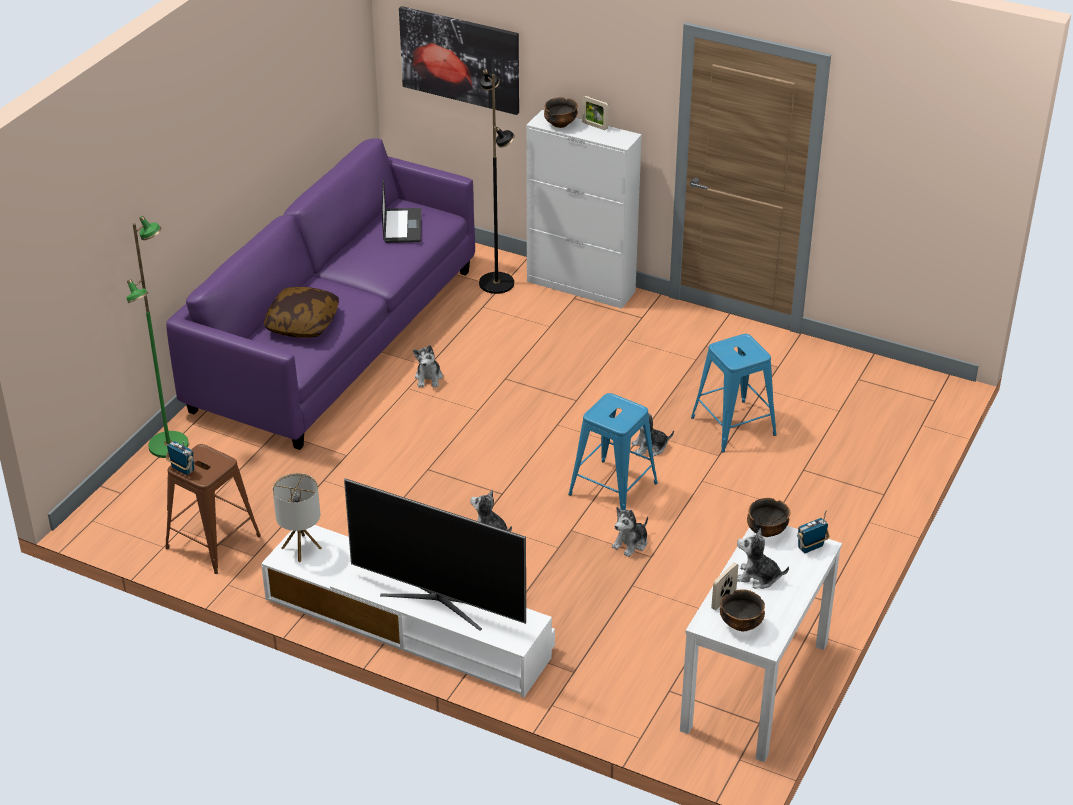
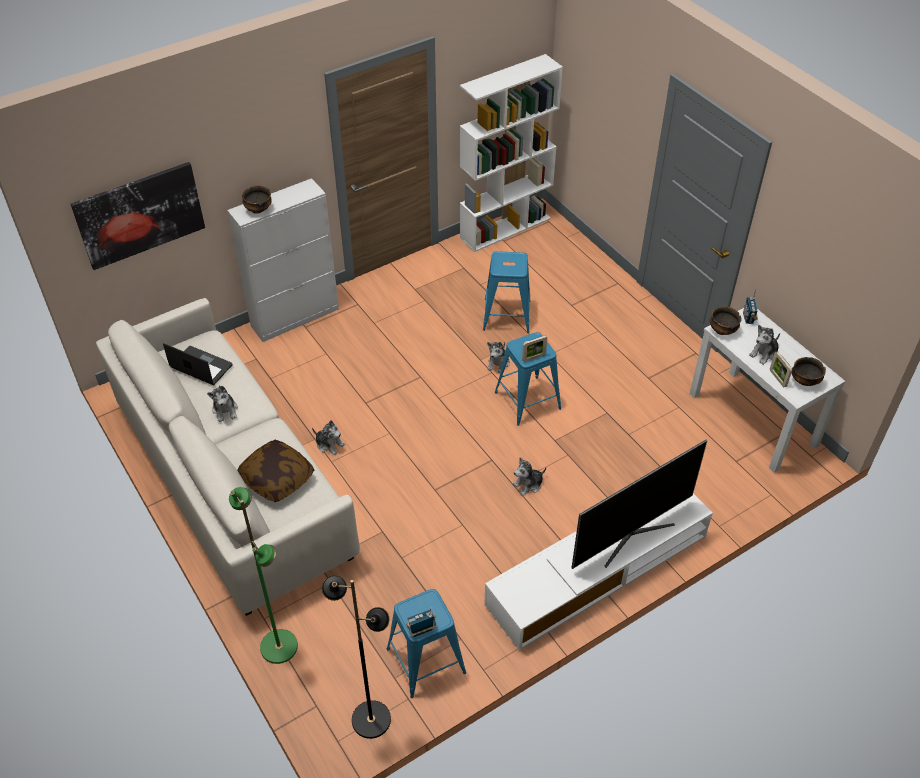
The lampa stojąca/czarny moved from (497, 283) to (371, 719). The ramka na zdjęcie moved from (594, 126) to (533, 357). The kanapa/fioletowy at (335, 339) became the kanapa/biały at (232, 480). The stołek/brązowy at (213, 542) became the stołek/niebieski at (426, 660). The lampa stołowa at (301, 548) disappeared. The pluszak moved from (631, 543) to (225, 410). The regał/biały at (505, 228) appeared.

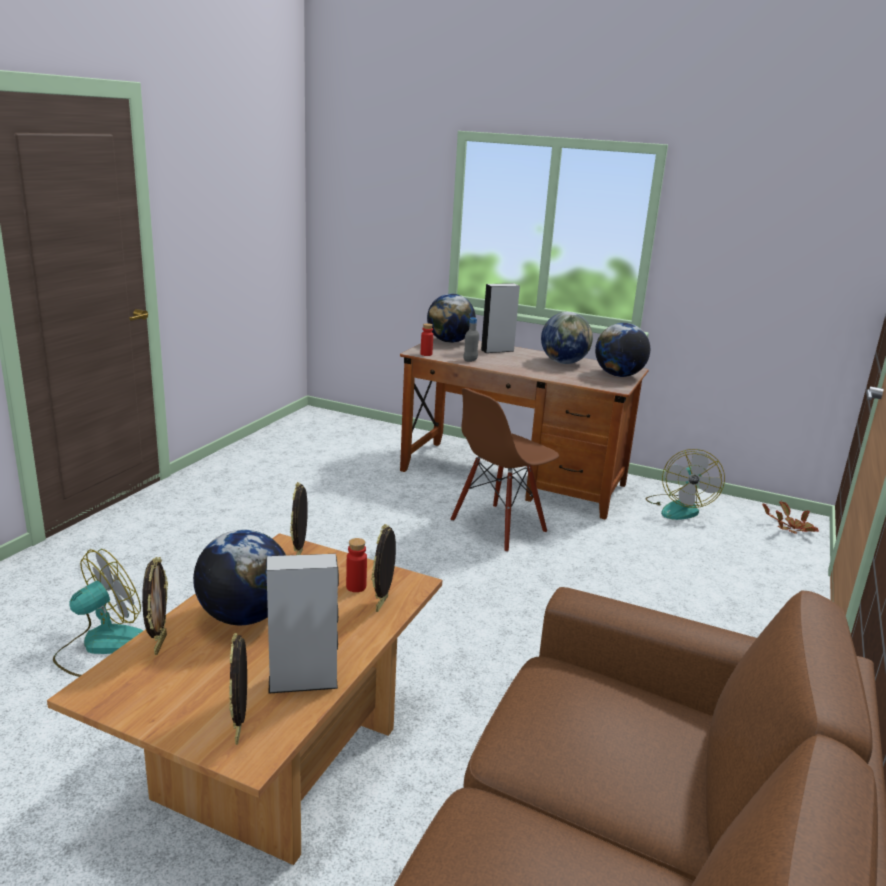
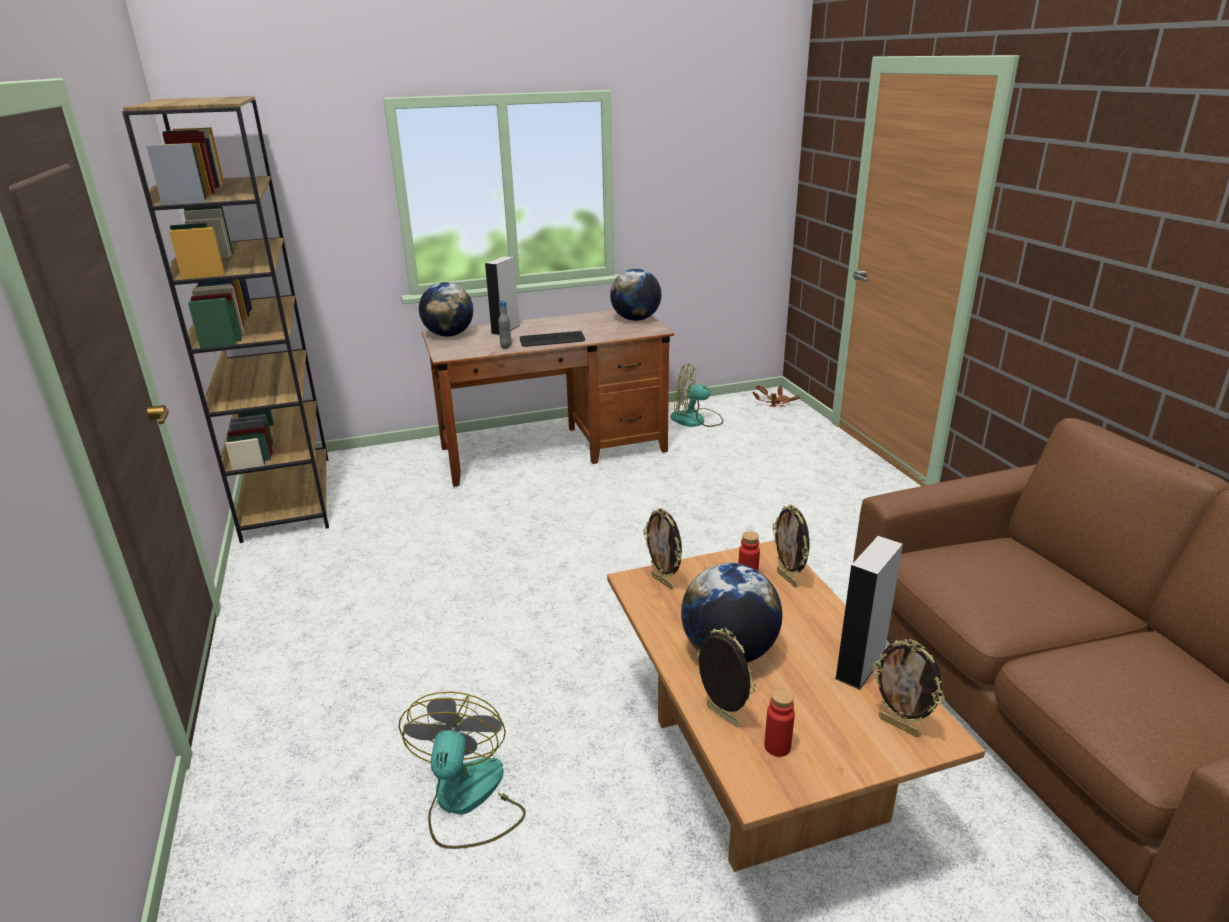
The globus at (564, 362) disappeared. The butelka/czerwony moved from (426, 354) to (777, 746). The krzesło/brązowy at (498, 527) disappeared. The wentylator at (679, 508) turned 120 degrees clockwise. The regał/brązowy at (287, 497) appeared. The klawiatura at (552, 340) appeared.

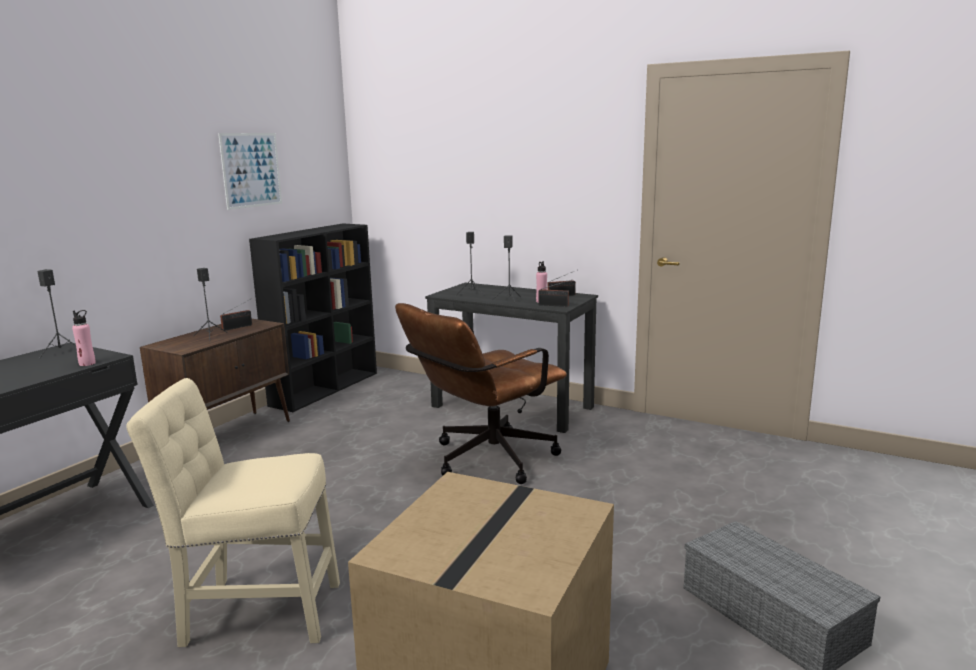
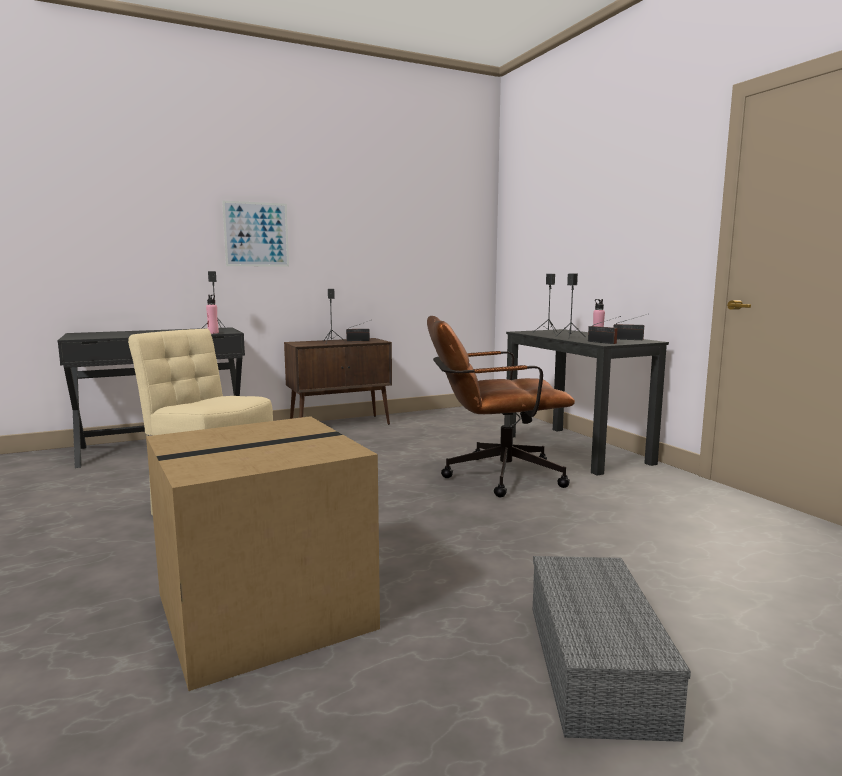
The obraz moved from (251, 170) to (256, 234). The regał/czarny at (326, 388) disappeared.

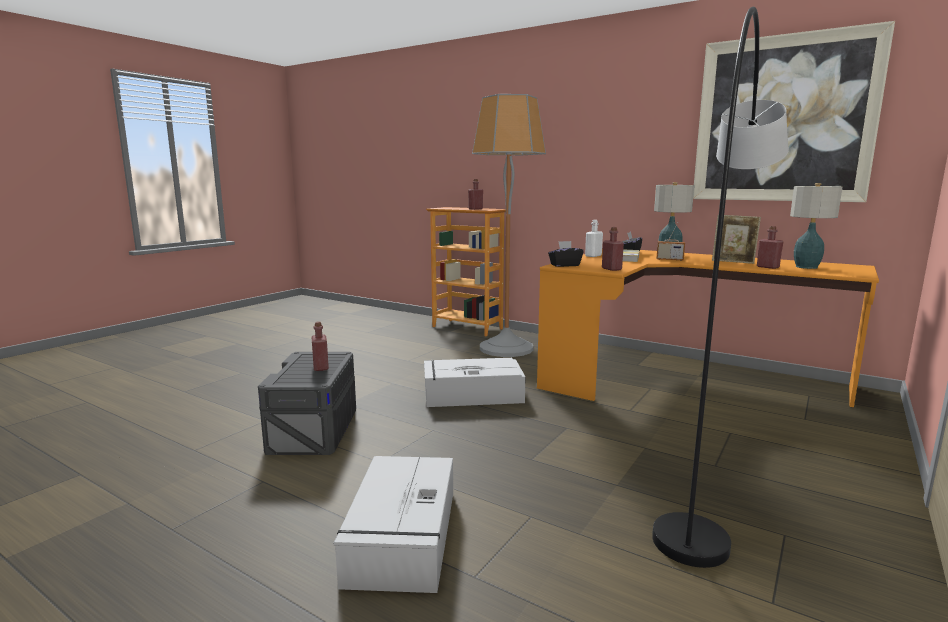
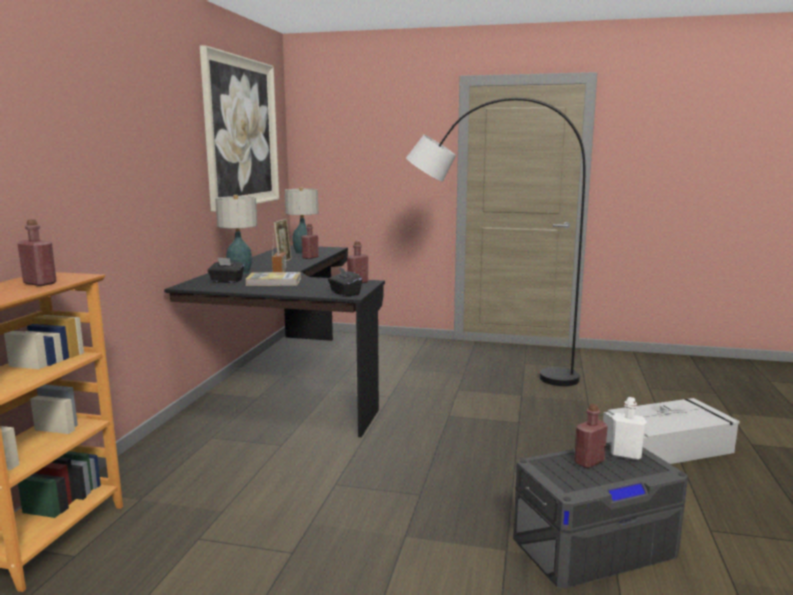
The lampa stojąca at (506, 348) disappeared. The butelka/biały moved from (593, 256) to (626, 454). The biurko/pomarańczowy at (679, 376) became the biurko/czarny at (288, 381). The pojemnik do przechowywania/szary at (471, 394) disappeared.

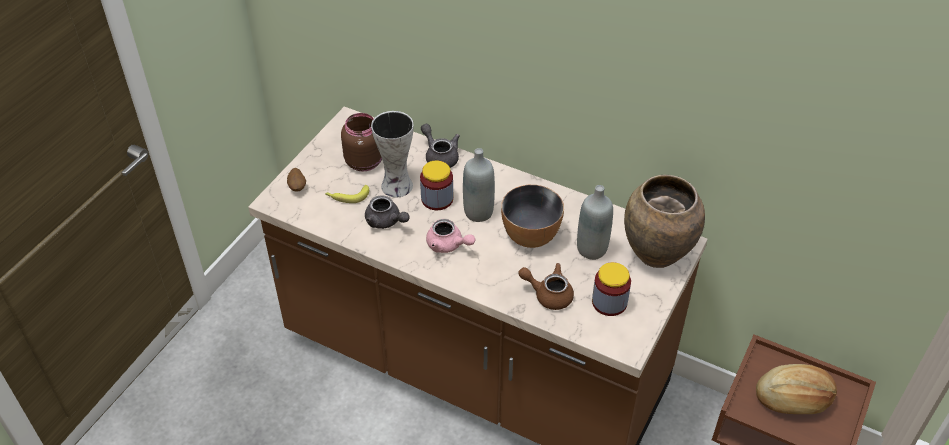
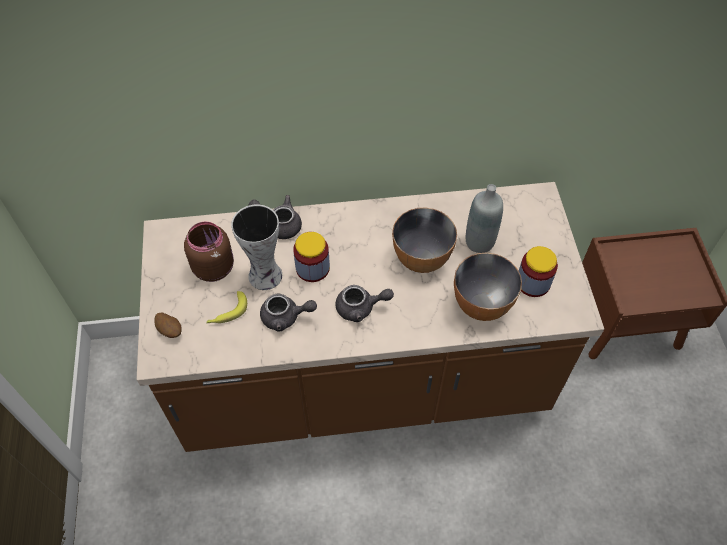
The butelka/szary at (478, 212) disappeared. The wazon/brązowy at (656, 254) disappeared. The imbryk/różowy at (448, 245) became the imbryk/szary at (360, 308). The imbryk/brązowy at (548, 294) was replaced by the miska at (481, 304). The chleb at (793, 399) disappeared.

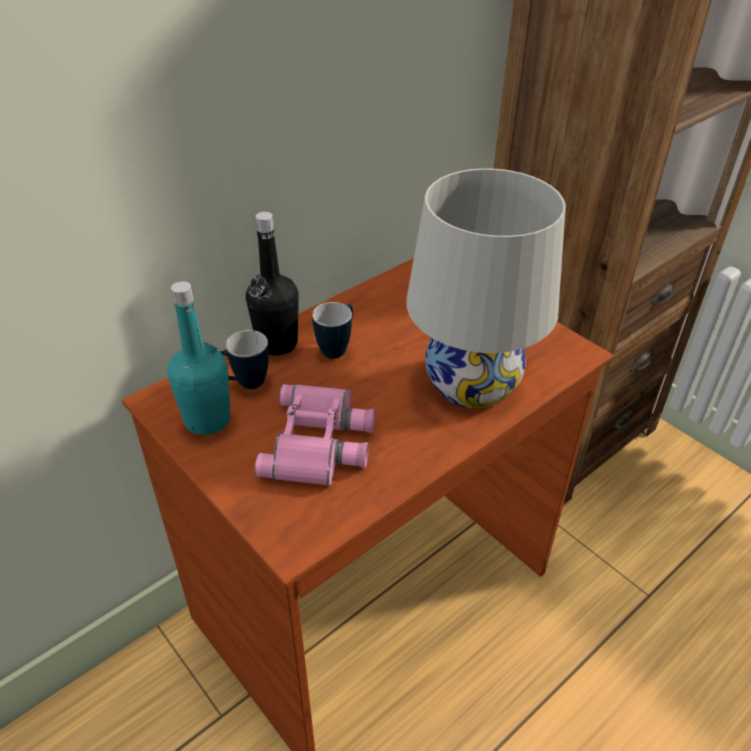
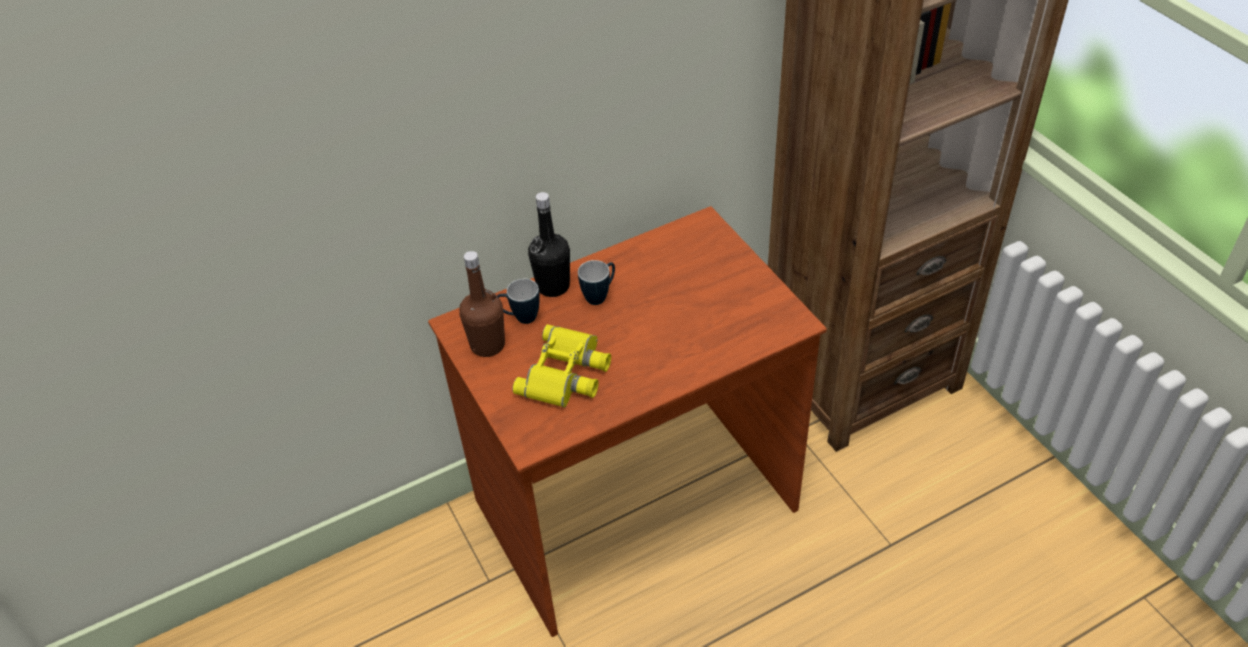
The lampa stołowa/biały at (471, 384) disappeared. The butelka/turkusowy at (207, 420) became the butelka/brązowy at (487, 345). The lornetka/różowy at (321, 442) became the lornetka/żółty at (567, 373).

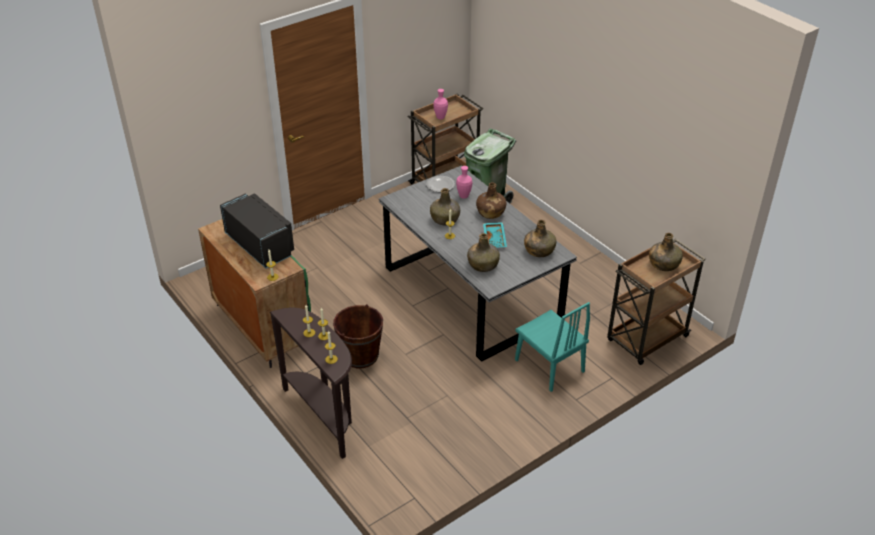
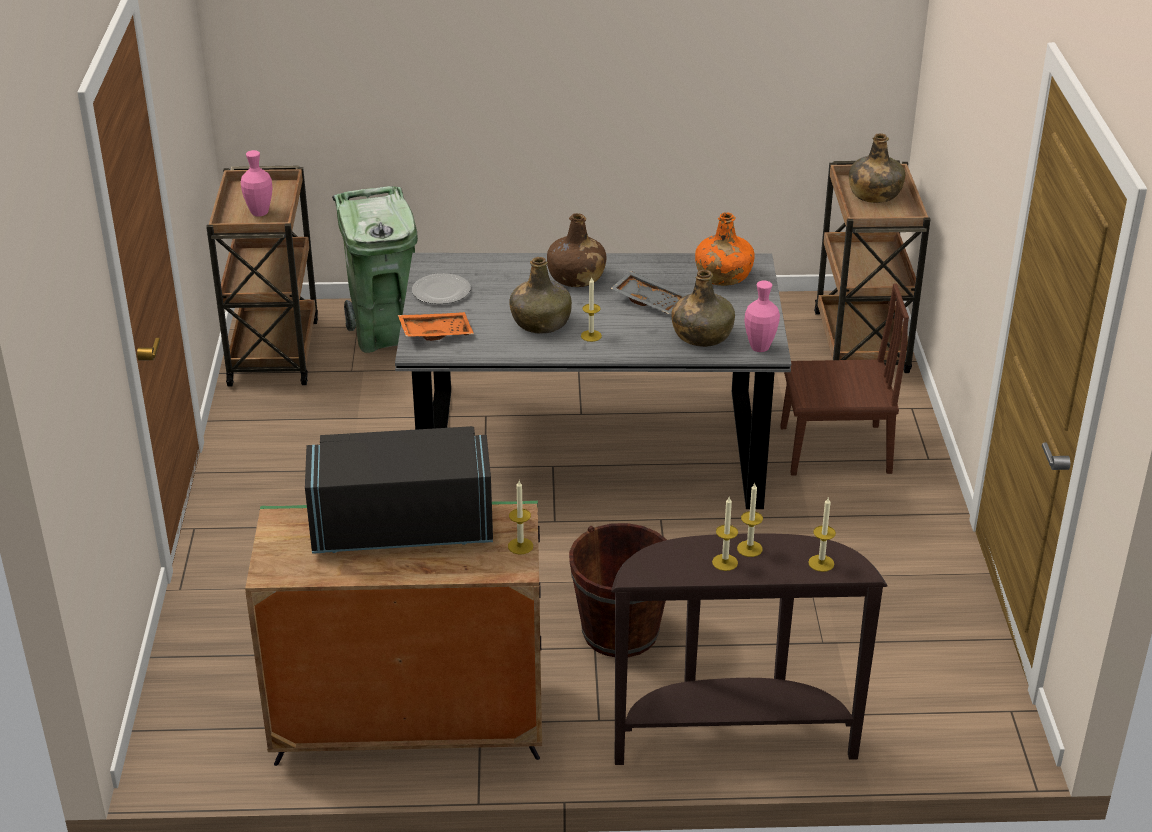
The wazon/różowy moved from (464, 196) to (759, 348). The butelka/zielony at (539, 250) became the butelka/pomarańczowy at (722, 276). The taca/turkusowy at (495, 239) became the taca/szary at (649, 300). The krzesło/turkusowy at (549, 365) became the krzesło/brązowy at (834, 450). The taca/pomarańczowy at (435, 332) appeared.

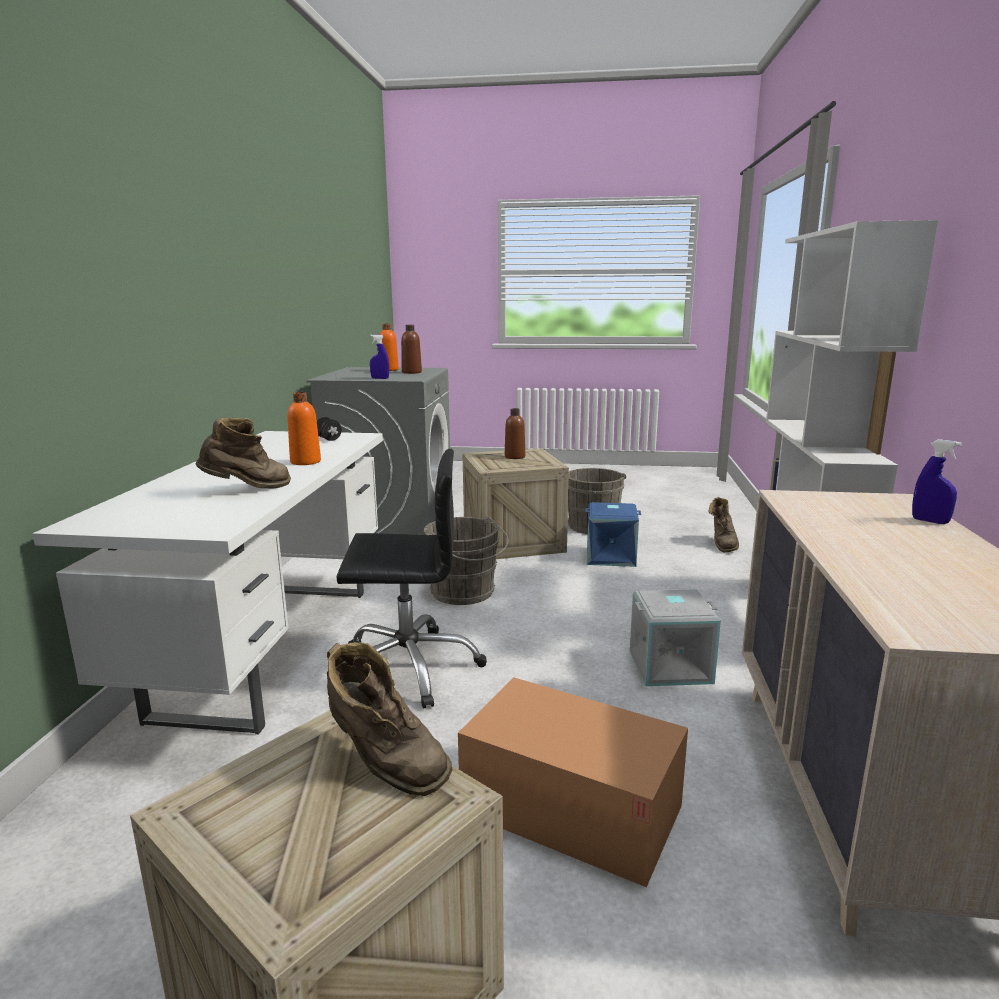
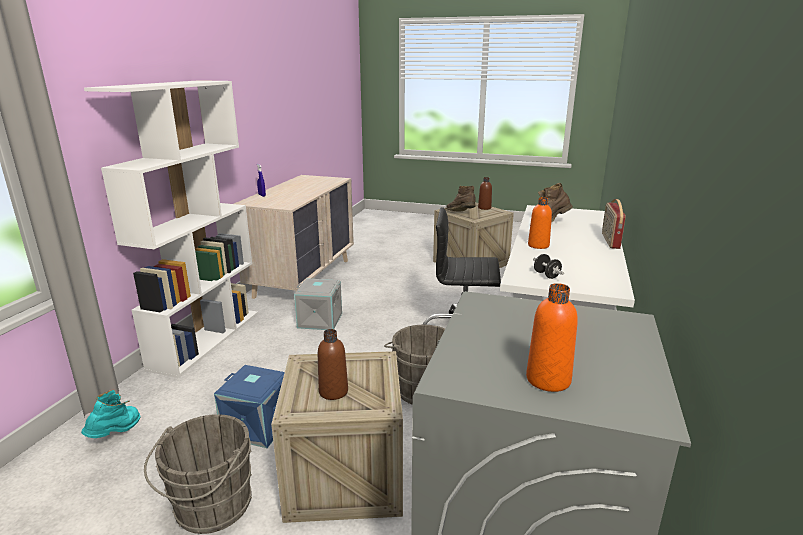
The butelka/brązowy moved from (411, 372) to (484, 208). The spryskiwacz/niebieski at (380, 378) disappeared. The but z cholewką/brązowy at (722, 544) became the but z cholewką/turkusowy at (117, 434). The karton at (571, 808) disappeared. The radio at (609, 241) appeared.

